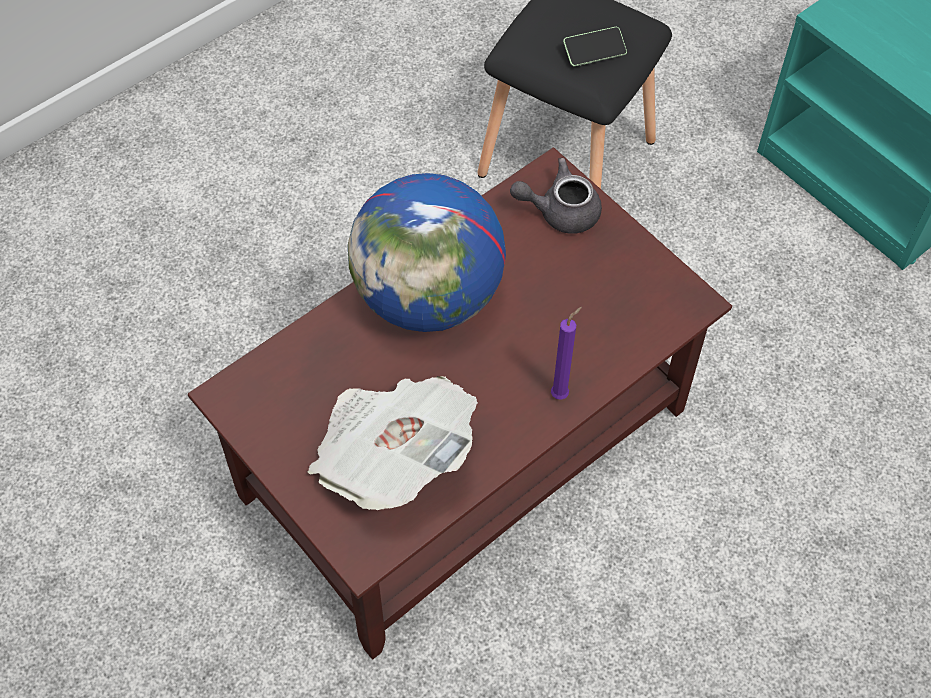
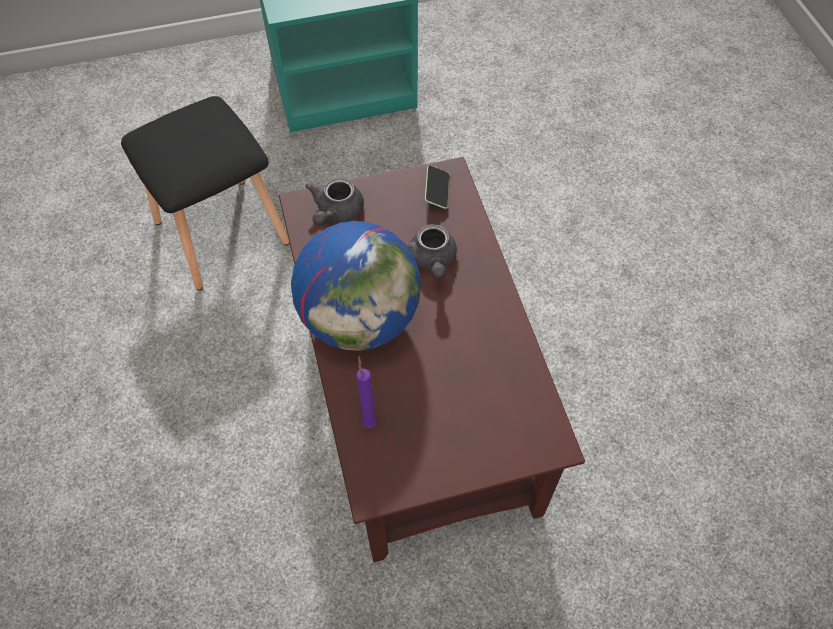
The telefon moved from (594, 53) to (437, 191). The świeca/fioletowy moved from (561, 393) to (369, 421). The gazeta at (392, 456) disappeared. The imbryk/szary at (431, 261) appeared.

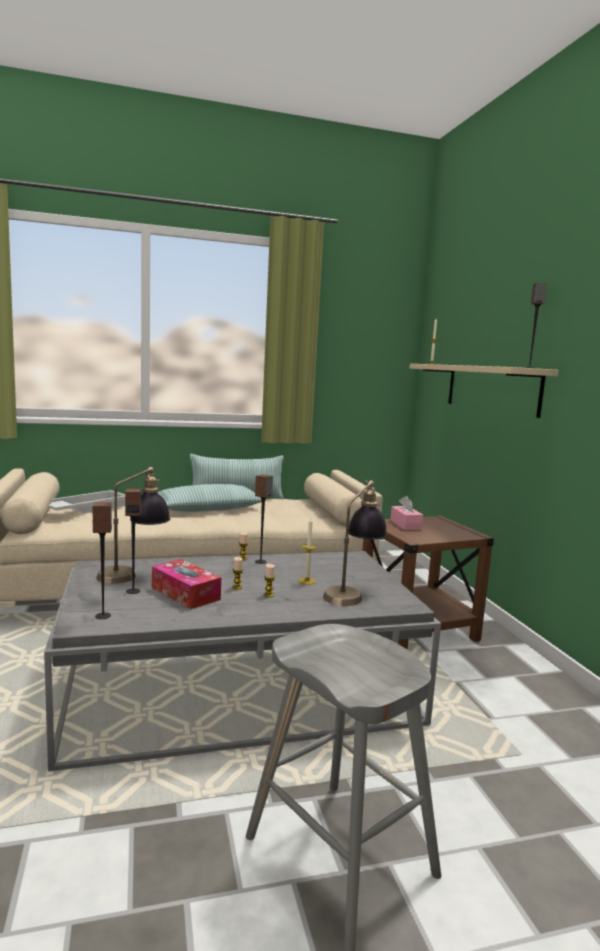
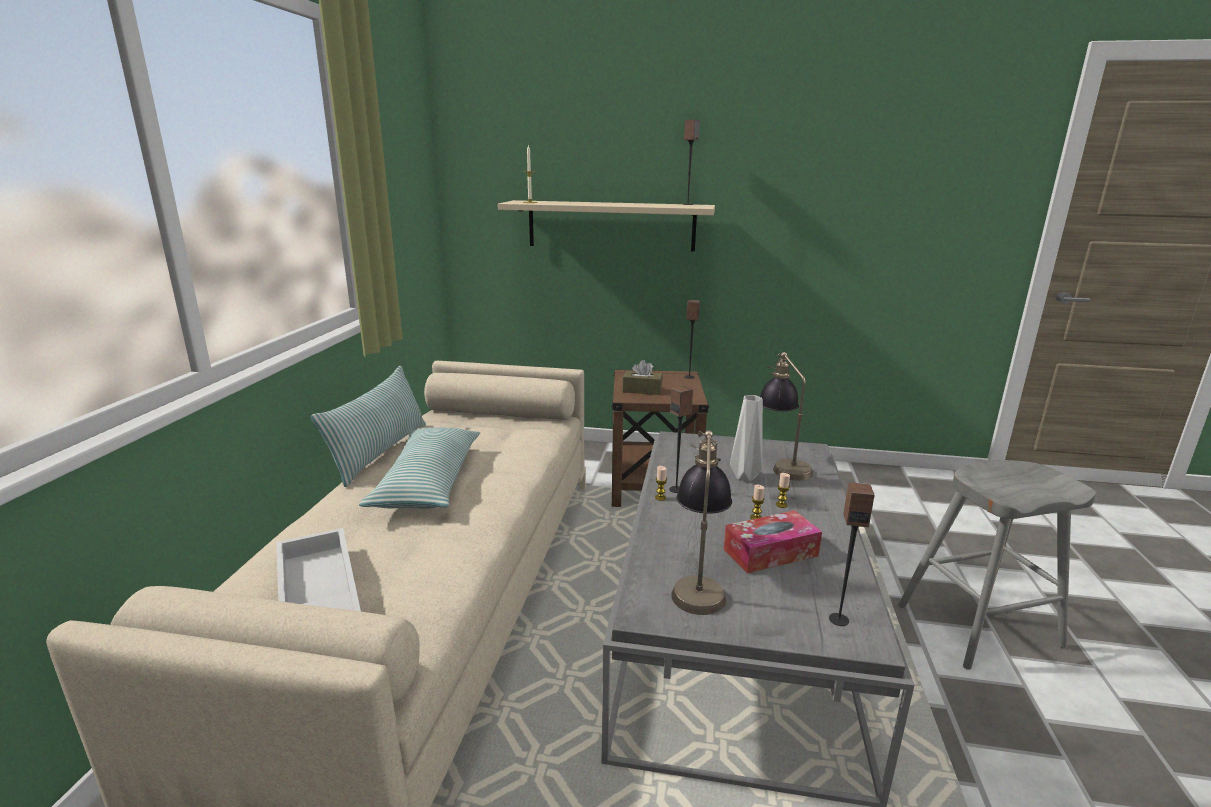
The głośnik moved from (133, 591) to (689, 377). The pudełko chusteczek/różowy at (405, 525) became the pudełko chusteczek/brązowy at (642, 390). The świeca at (307, 581) was replaced by the wazon/szary at (745, 477).

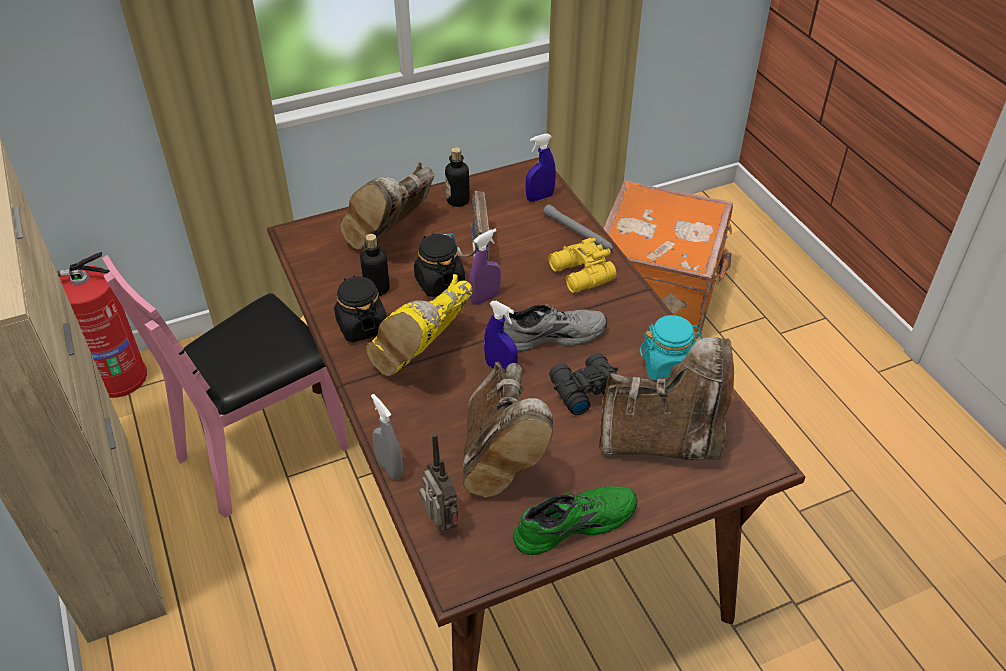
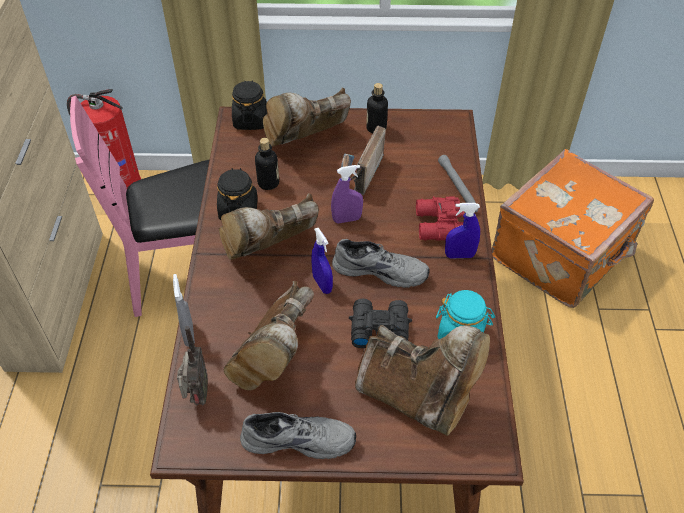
The spryskiwacz/niebieski moved from (539, 197) to (459, 255). The słoik/czarny moved from (439, 282) to (250, 120). The lornetka/żółty at (580, 275) became the lornetka/czerwony at (437, 226). The but z cholewką/żółty at (423, 356) became the but z cholewką/brązowy at (269, 252). The but/zielony at (573, 522) became the but/szary at (298, 438).

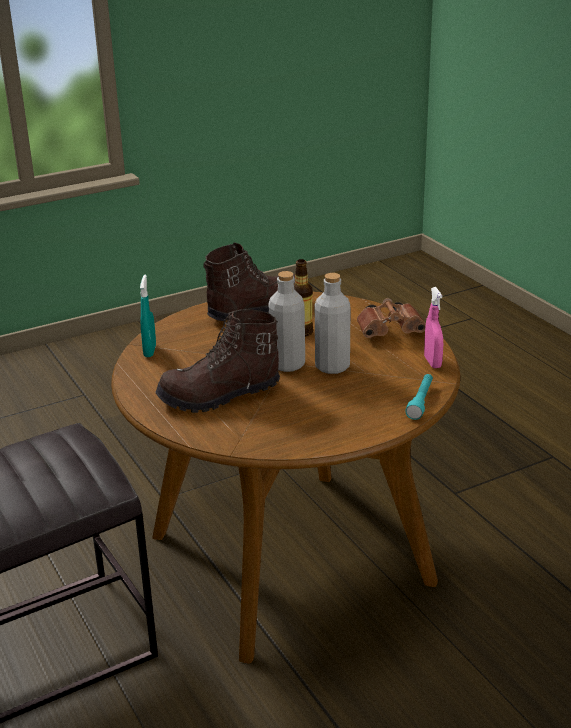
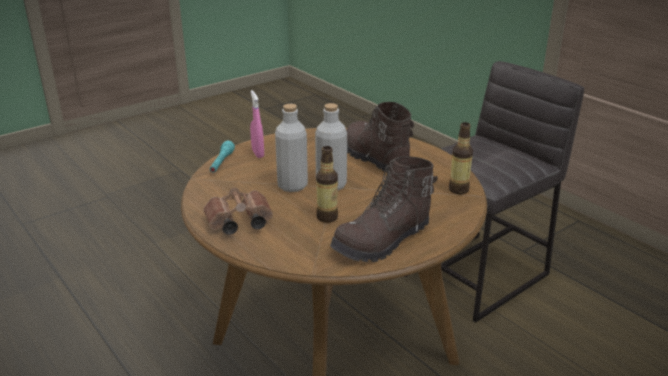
The spryskiwacz/turkusowy at (150, 351) was replaced by the butelka at (458, 190). The spryskiwacz/różowy moved from (432, 362) to (258, 153). The but z cholewką/brązowy at (220, 396) turned 90 degrees counterclockwise.

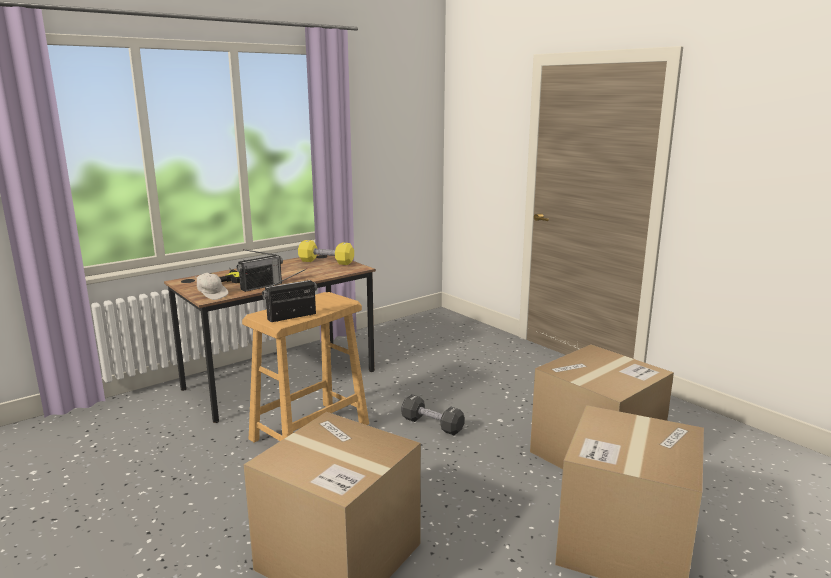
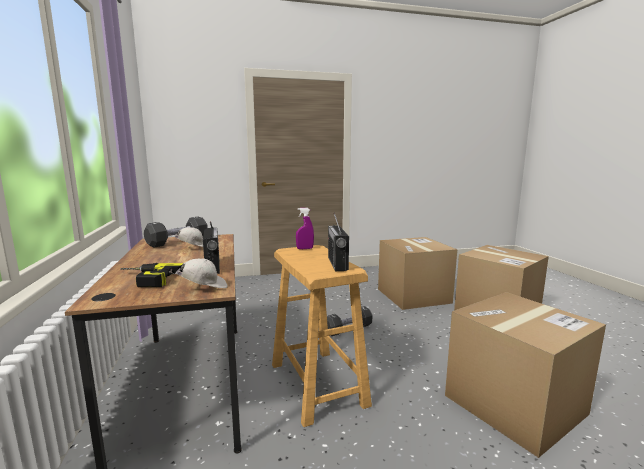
The hantel/żółty at (326, 262) became the hantel/czarny at (178, 241). The spryskiwacz/fioletowy at (305, 248) appeared. The czapka z daszkiem/biały at (193, 248) appeared.

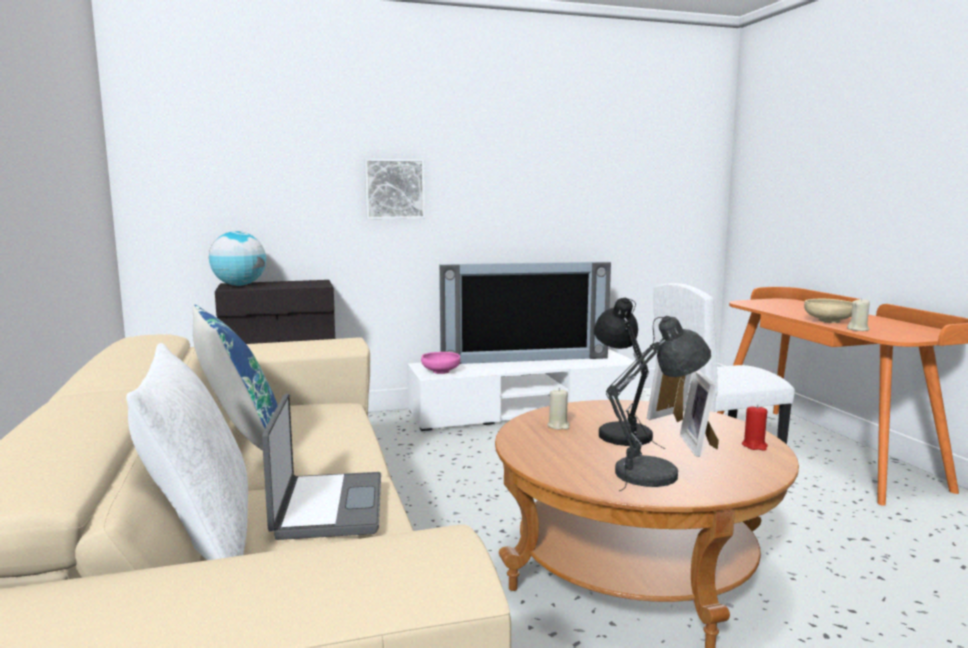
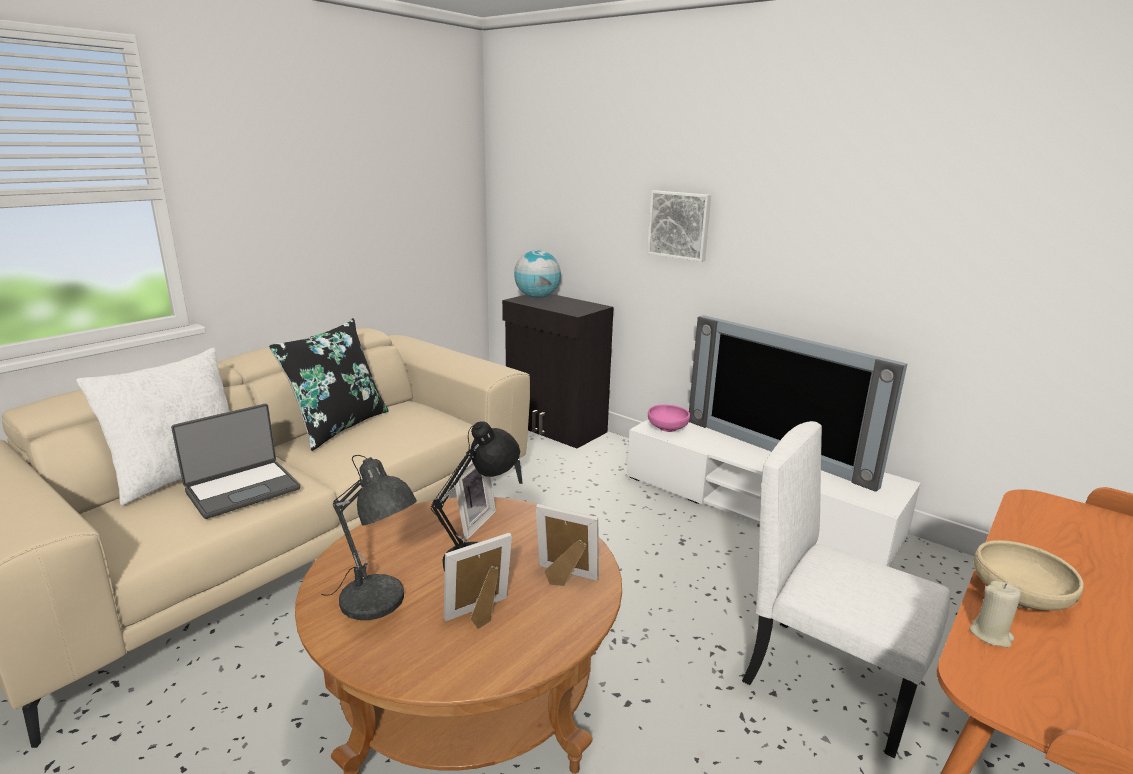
The poduszka/niebieski at (241, 444) became the poduszka/czarny at (338, 426). The świeca/beżowy at (558, 426) was replaced by the ramka na zdjęcie at (471, 522). The świeca/czerwony at (754, 446) disappeared.

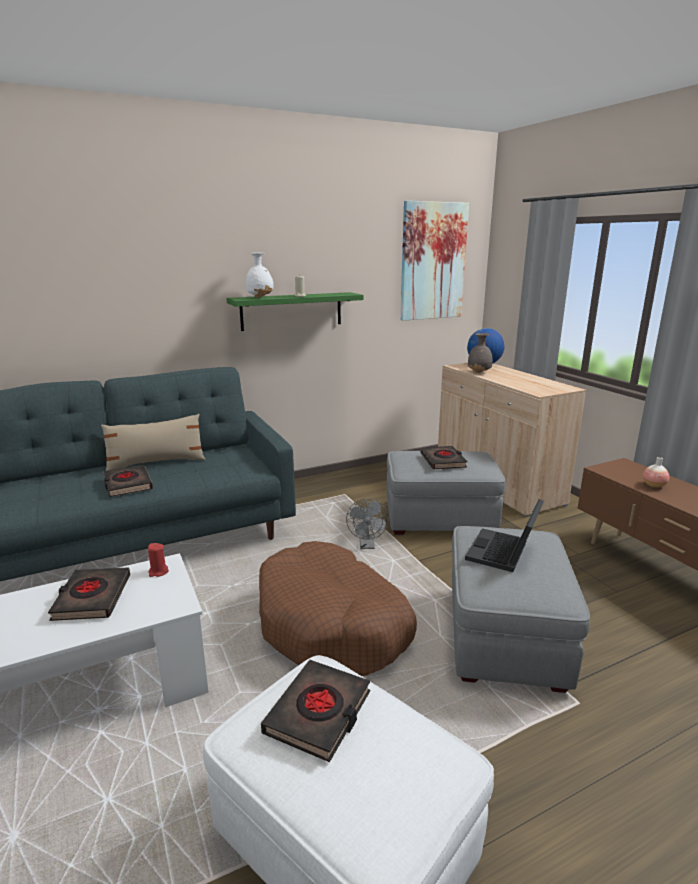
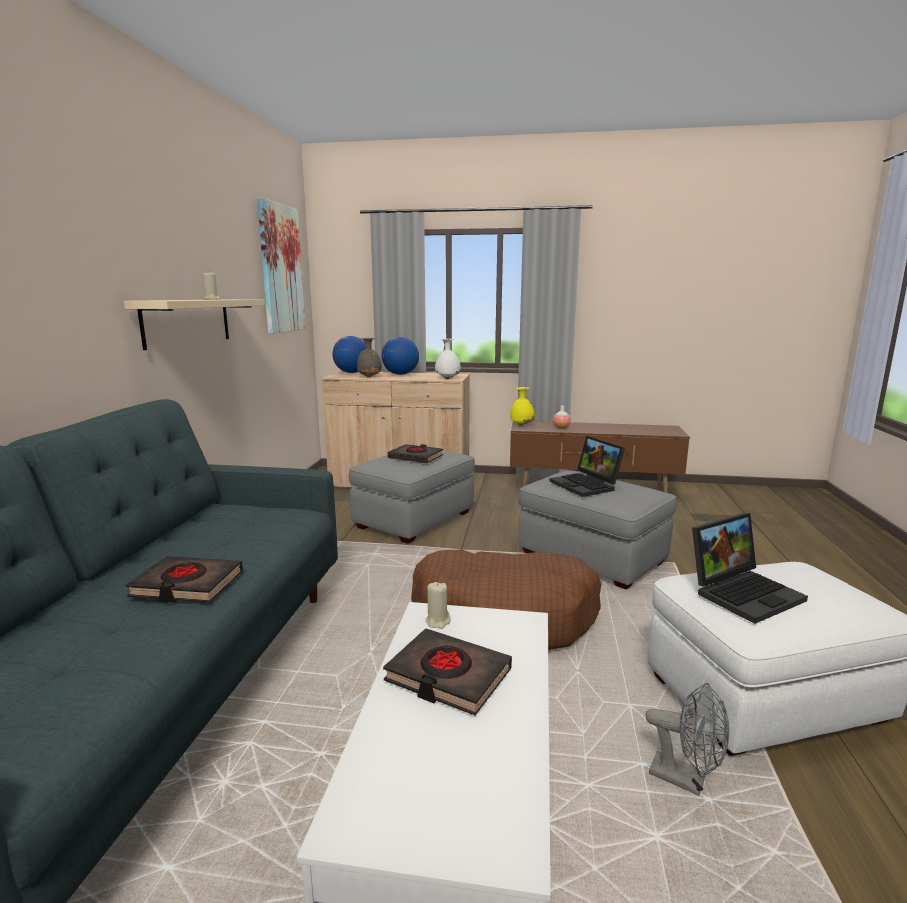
The wazon/biały moved from (260, 297) to (447, 378). The półka/zielony at (292, 311) became the półka/beżowy at (187, 322). The poduszka/beżowy at (156, 463) disappeared. The wentylator/szary moved from (367, 545) to (686, 779). The świeca/czerwony at (158, 572) became the świeca/beżowy at (438, 621). The książka/czarny at (319, 713) was replaced by the laptop at (743, 592). The globus at (400, 374) appeared. The wazon/żółty at (522, 425) appeared.

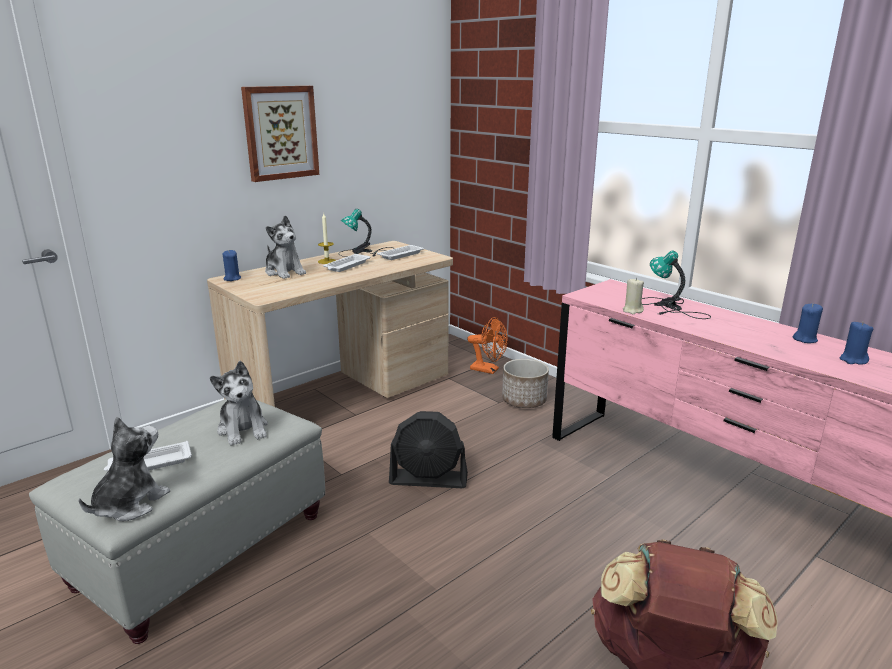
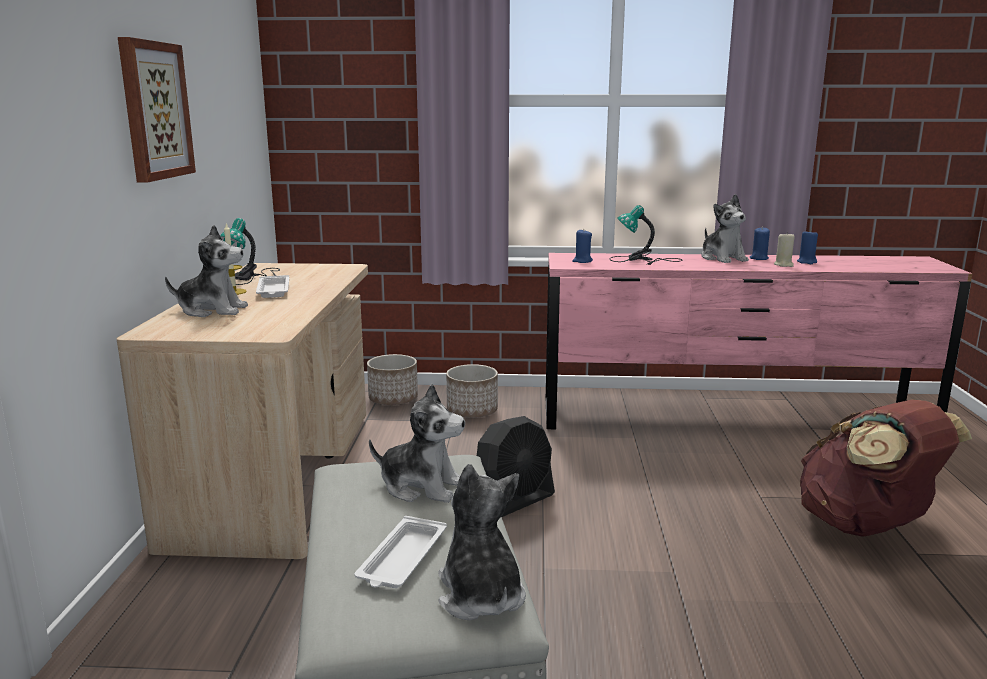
The taca/biały at (401, 255) disappeared. The świeca/niebieski moved from (232, 278) to (582, 261). The świeca/beżowy moved from (632, 310) to (783, 265). The wentylator/pomarańczowy at (488, 370) was replaced by the donica at (393, 399). The pluszak at (722, 258) appeared.

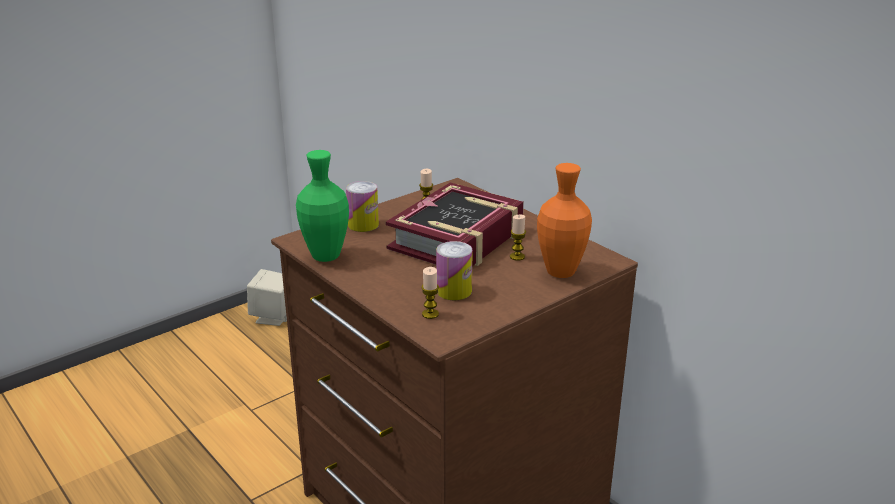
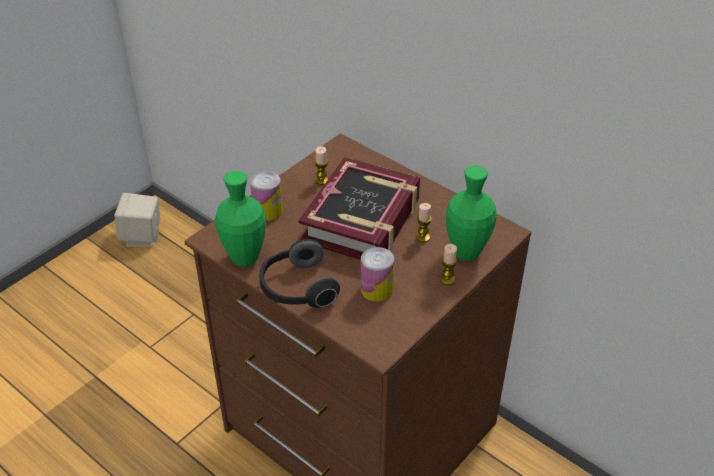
The wazon/pomarańczowy at (560, 272) became the wazon/zielony at (466, 253). The świeca moved from (430, 314) to (447, 279). The słuchawki at (297, 289) appeared.

